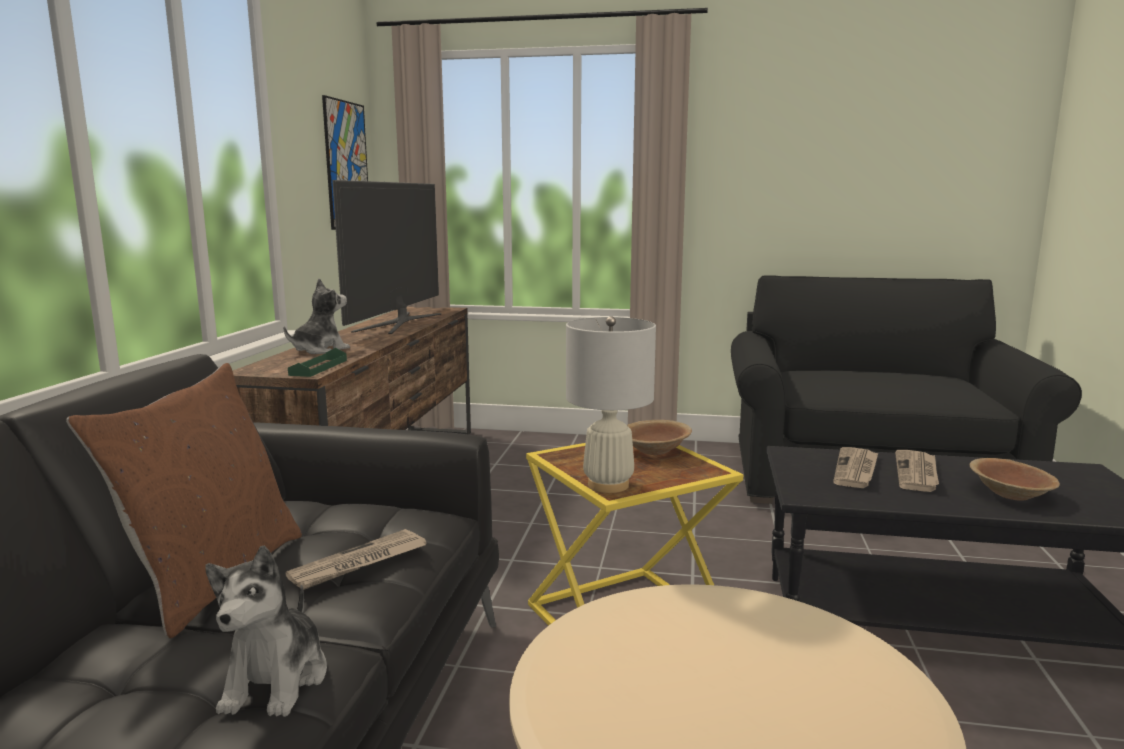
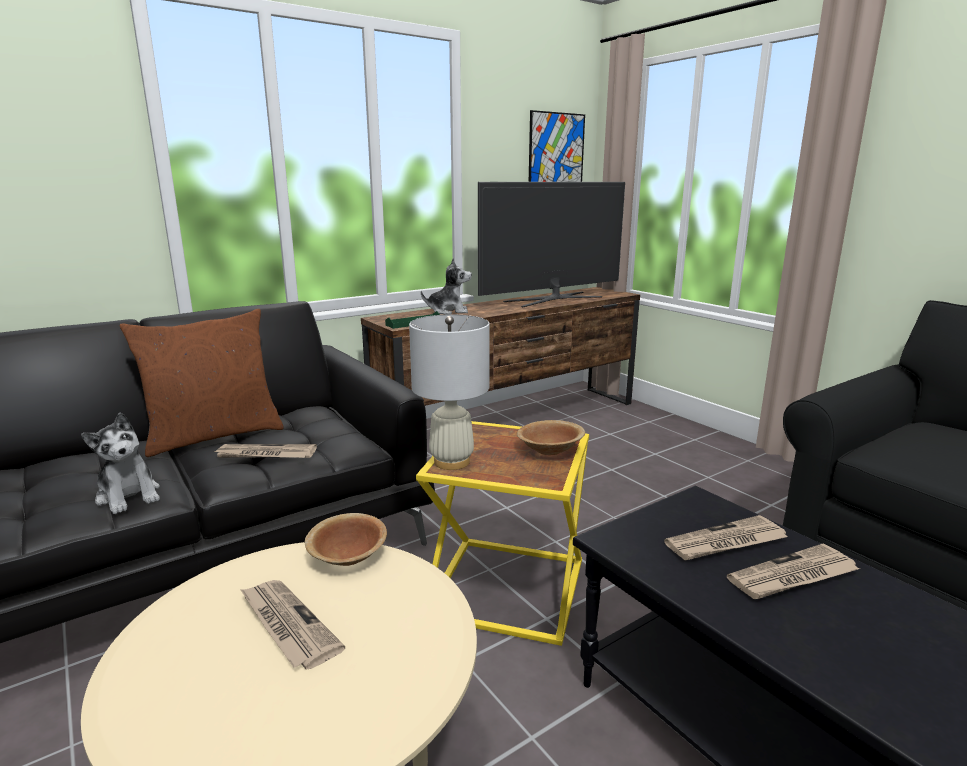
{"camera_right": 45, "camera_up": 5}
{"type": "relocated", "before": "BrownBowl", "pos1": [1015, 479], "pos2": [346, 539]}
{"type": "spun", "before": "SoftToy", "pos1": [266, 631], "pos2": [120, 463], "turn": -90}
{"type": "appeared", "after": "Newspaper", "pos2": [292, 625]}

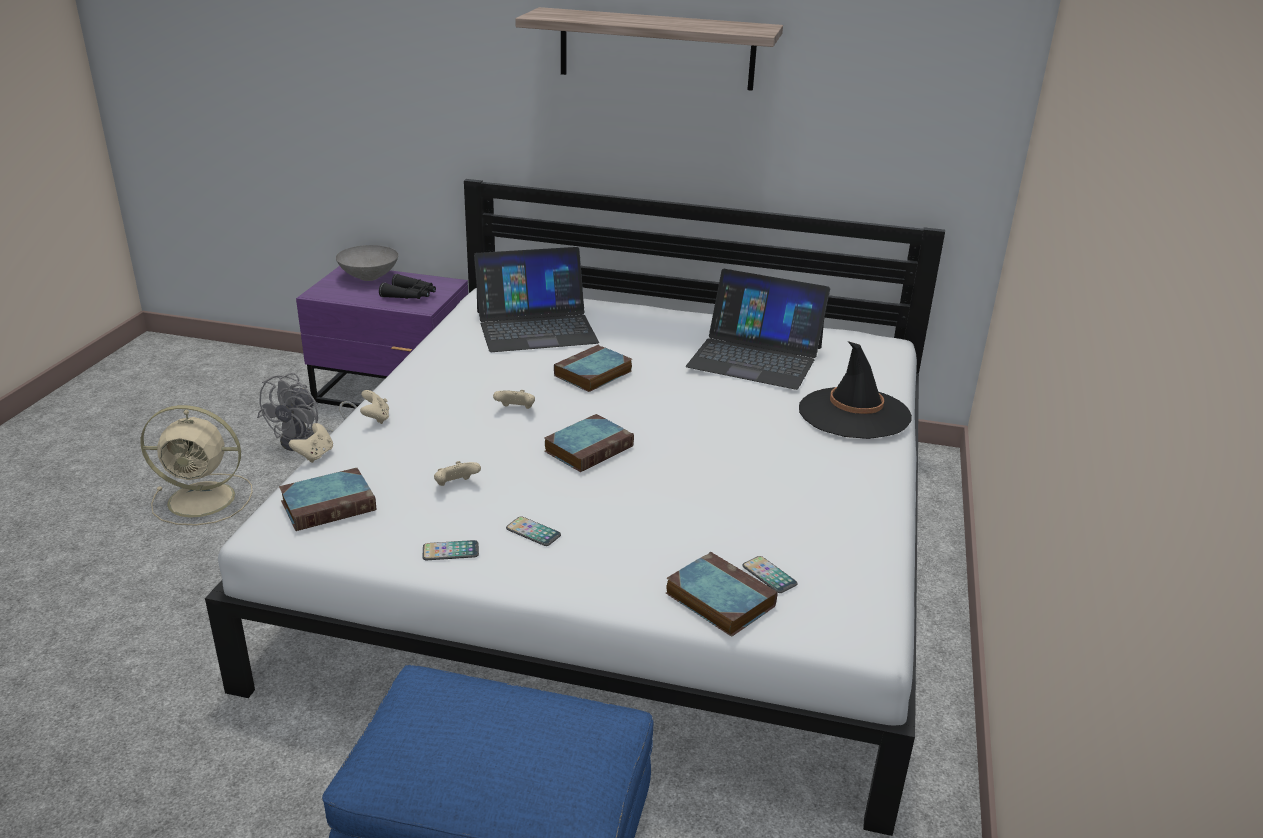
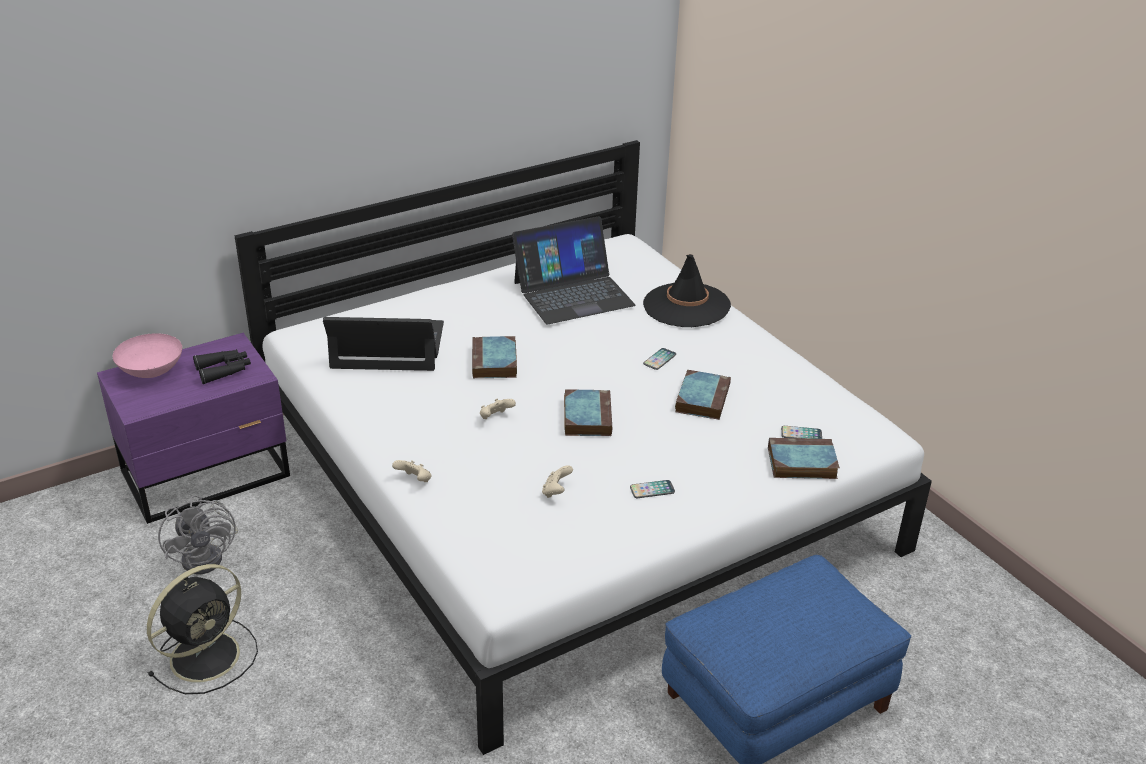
{"camera_right": -45, "camera_up": 5}
{"type": "missing", "before": "WallShelf", "pos1": [649, 49]}
{"type": "colour", "before": "GrayBowl", "after": "PinkColouredBowl", "pos1": [367, 263], "pos2": [147, 355]}
{"type": "spun", "before": "PortableComputer", "pos1": [536, 299], "pos2": [383, 344], "turn": -120}
{"type": "colour", "before": "SandColouredFan", "after": "BlackFan", "pos1": [197, 465], "pos2": [202, 629]}
{"type": "missing", "before": "SandColouredGamepad", "pos1": [311, 443]}
{"type": "relocated", "before": "BoundBook", "pos1": [327, 499], "pos2": [703, 395]}
{"type": "relocated", "before": "Telephone", "pos1": [451, 550], "pos2": [659, 359]}

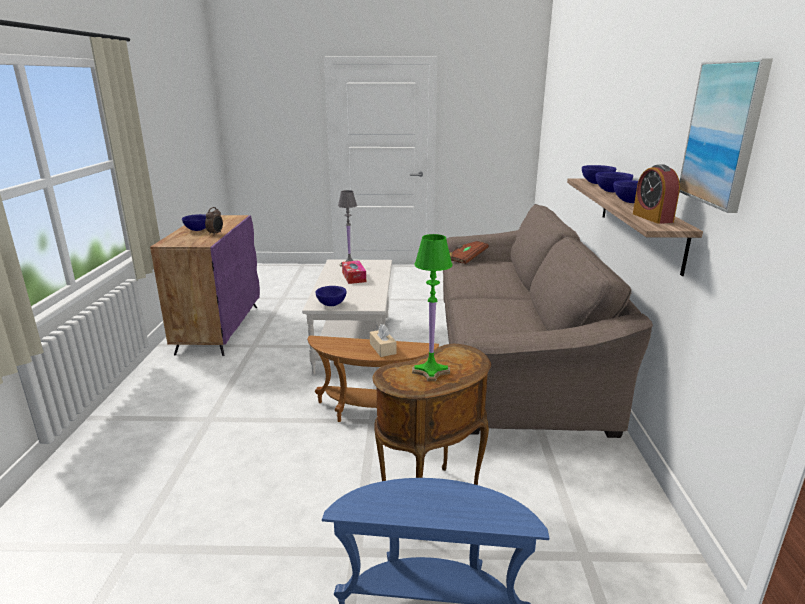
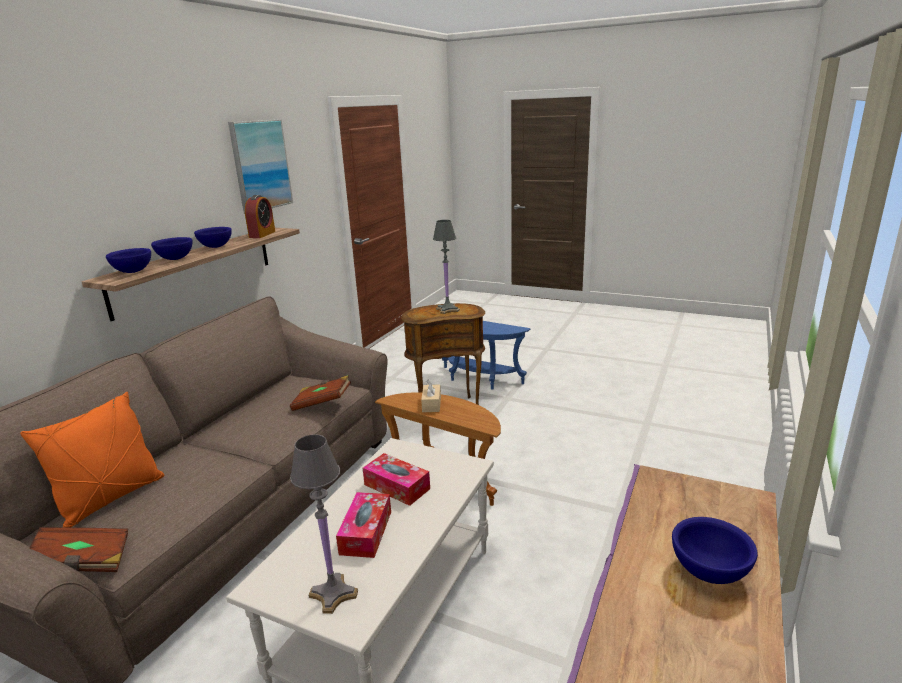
{"camera_right": -155, "camera_up": 0}
{"type": "missing", "before": "TableClock", "pos1": [214, 221]}
{"type": "colour", "before": "GreenColouredTableLamp", "after": "GrayTableLamp", "pos1": [432, 307], "pos2": [446, 267]}
{"type": "missing", "before": "BluishBowl", "pos1": [331, 296]}
{"type": "appeared", "after": "BrownBoundBook", "pos2": [320, 393]}
{"type": "appeared", "after": "OrangeColouredCushion", "pos2": [92, 459]}
{"type": "appeared", "after": "BoxOfTissues", "pos2": [396, 479]}

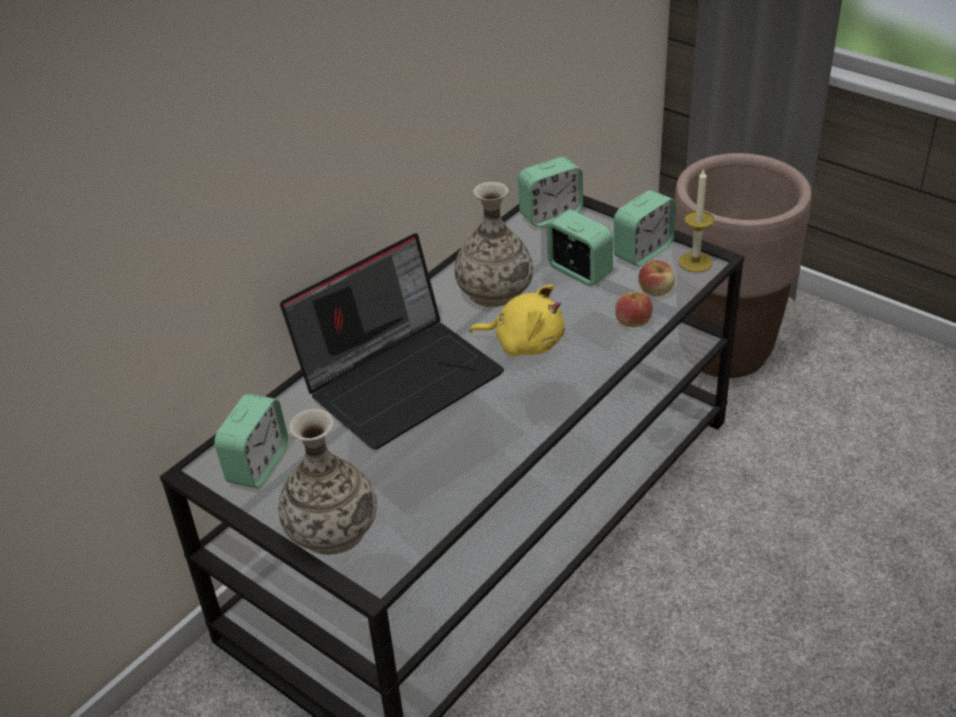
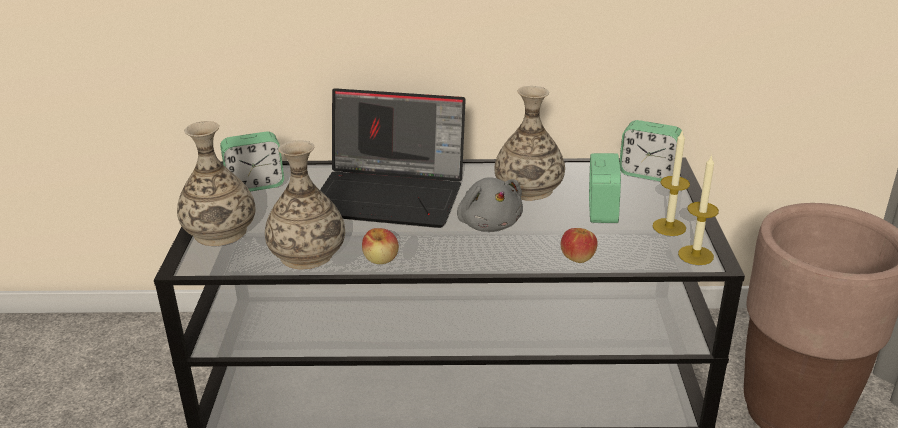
{"camera_right": 50, "camera_up": -10}
{"type": "exchanged", "before": "TableClock", "after": "WaxCandle", "pos1": [644, 228], "pos2": [671, 183]}
{"type": "relocated", "before": "AppleFruit", "pos1": [656, 278], "pos2": [380, 246]}
{"type": "colour", "before": "YellowColouredSoftToy", "after": "GraySoftToy", "pos1": [517, 320], "pos2": [490, 204]}
{"type": "appeared", "after": "DecorativeVase", "pos2": [305, 205]}

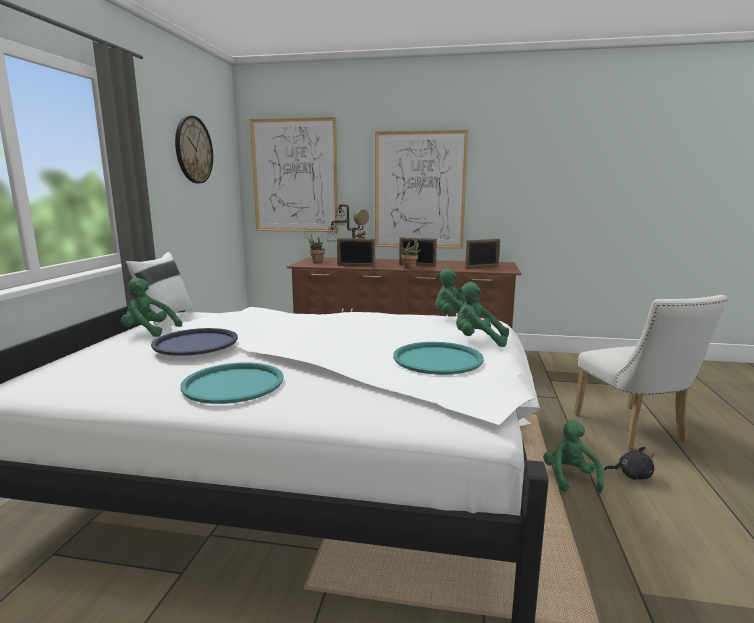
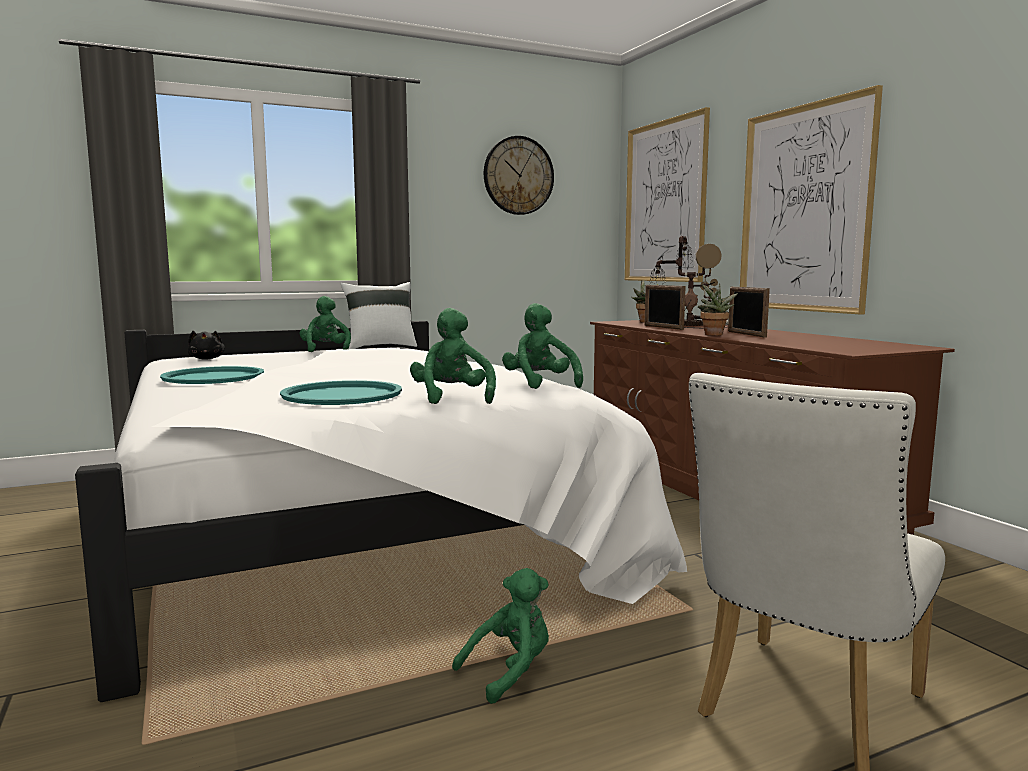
{"camera_right": 55, "camera_up": -5}
{"type": "missing", "before": "PictureFrame", "pos1": [482, 254]}
{"type": "missing", "before": "BluishTray", "pos1": [194, 342]}
{"type": "relocated", "before": "BlackSoftToy", "pos1": [629, 463], "pos2": [206, 345]}

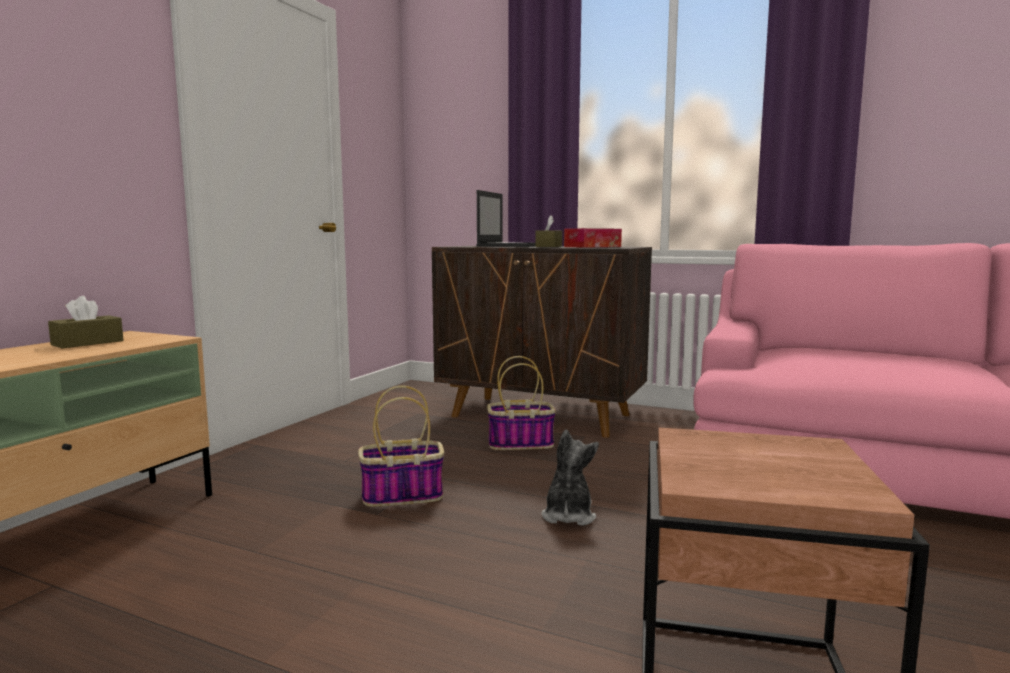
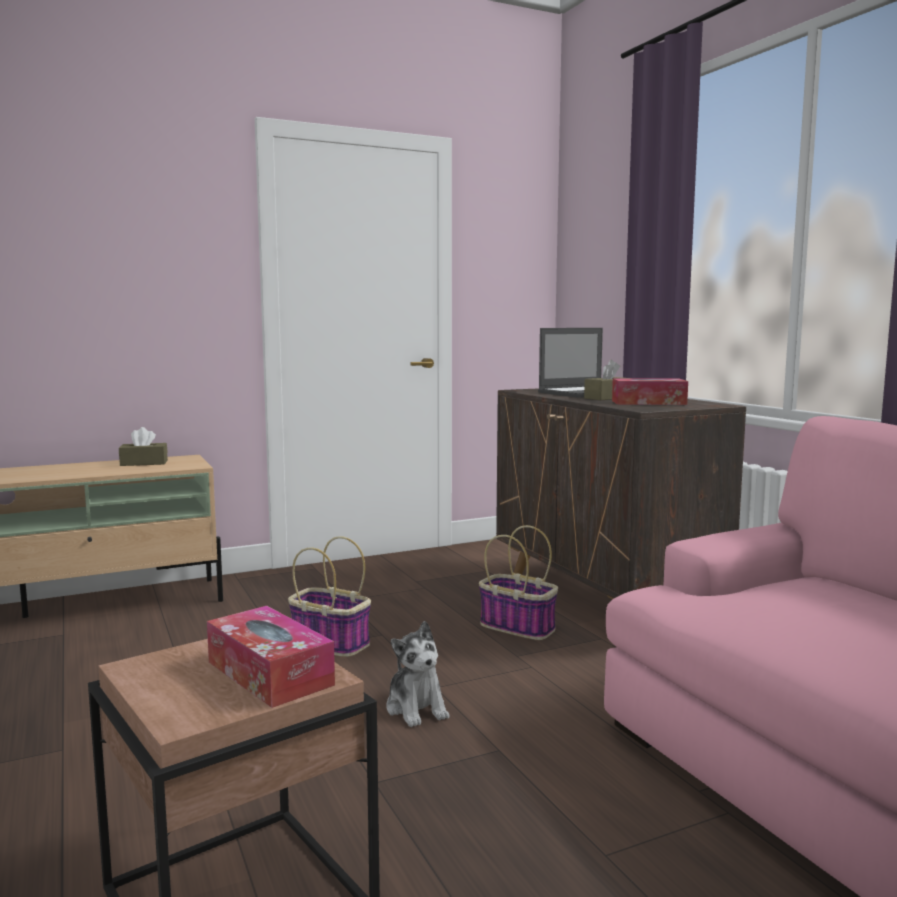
{"camera_right": 40, "camera_up": 0}
{"type": "spun", "before": "SoftToy", "pos1": [570, 477], "pos2": [417, 674], "turn": 105}
{"type": "appeared", "after": "BoxOfTissues", "pos2": [271, 657]}

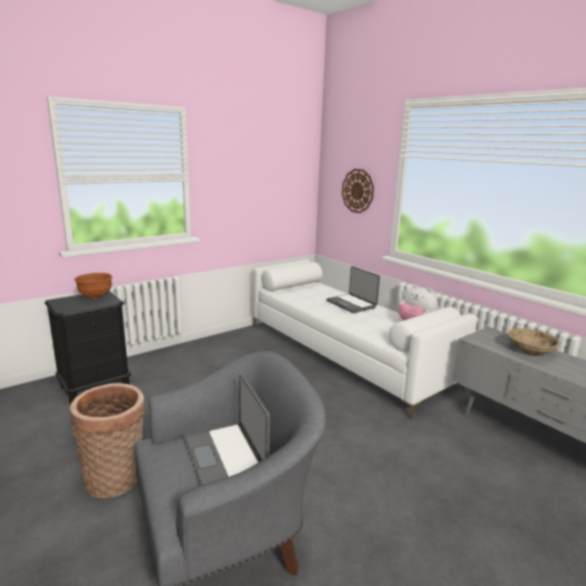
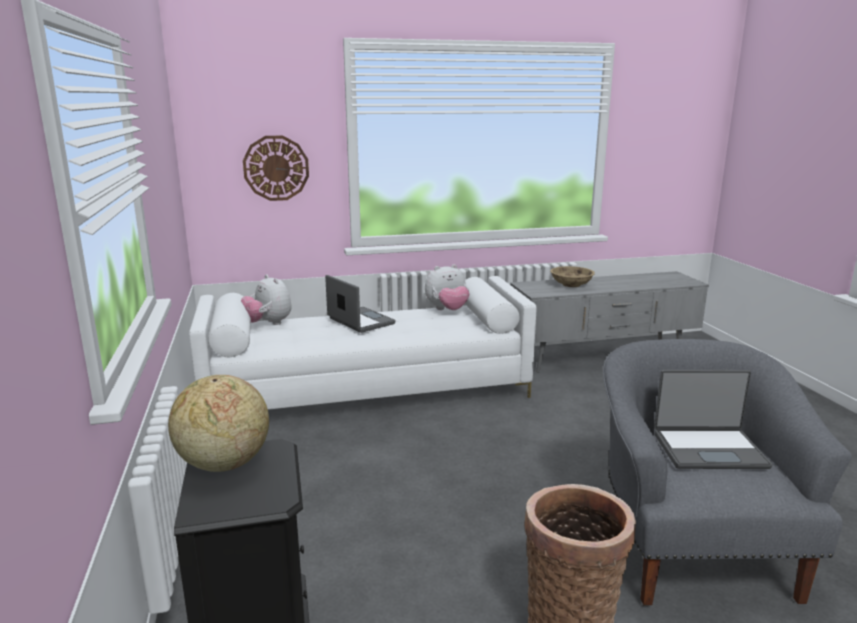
{"camera_right": -65, "camera_up": 0}
{"type": "spun", "before": "PortableComputer", "pos1": [353, 289], "pos2": [360, 304], "turn": -120}
{"type": "exchanged", "before": "BrownBowl", "after": "Globe", "pos1": [93, 286], "pos2": [218, 423]}
{"type": "appeared", "after": "SoftToy", "pos2": [266, 299]}

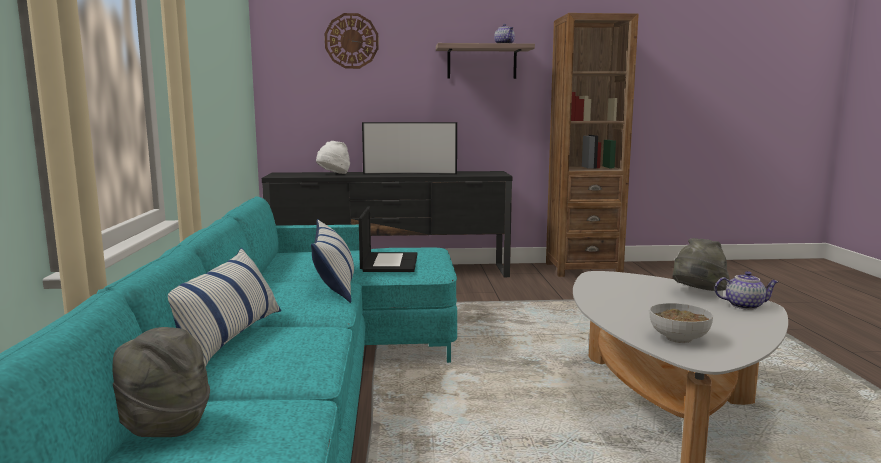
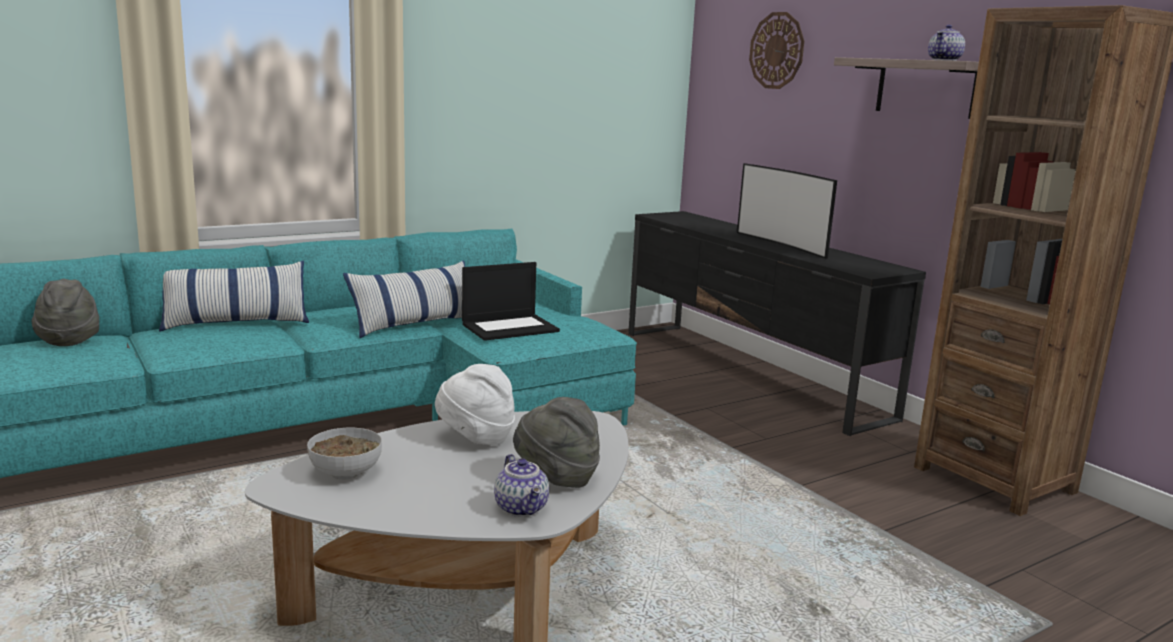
{"camera_right": 60, "camera_up": 5}
{"type": "relocated", "before": "WhitishHat", "pos1": [333, 157], "pos2": [475, 404]}

